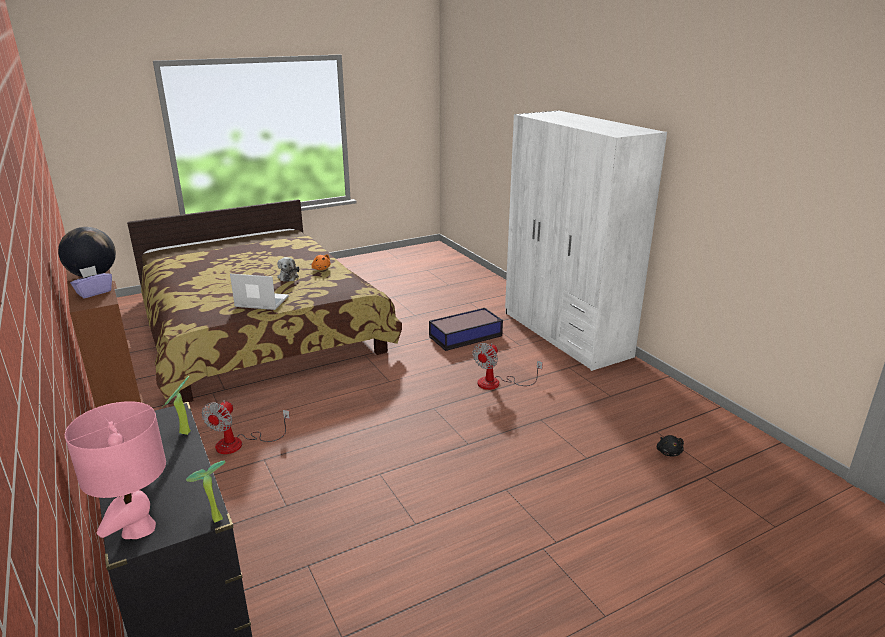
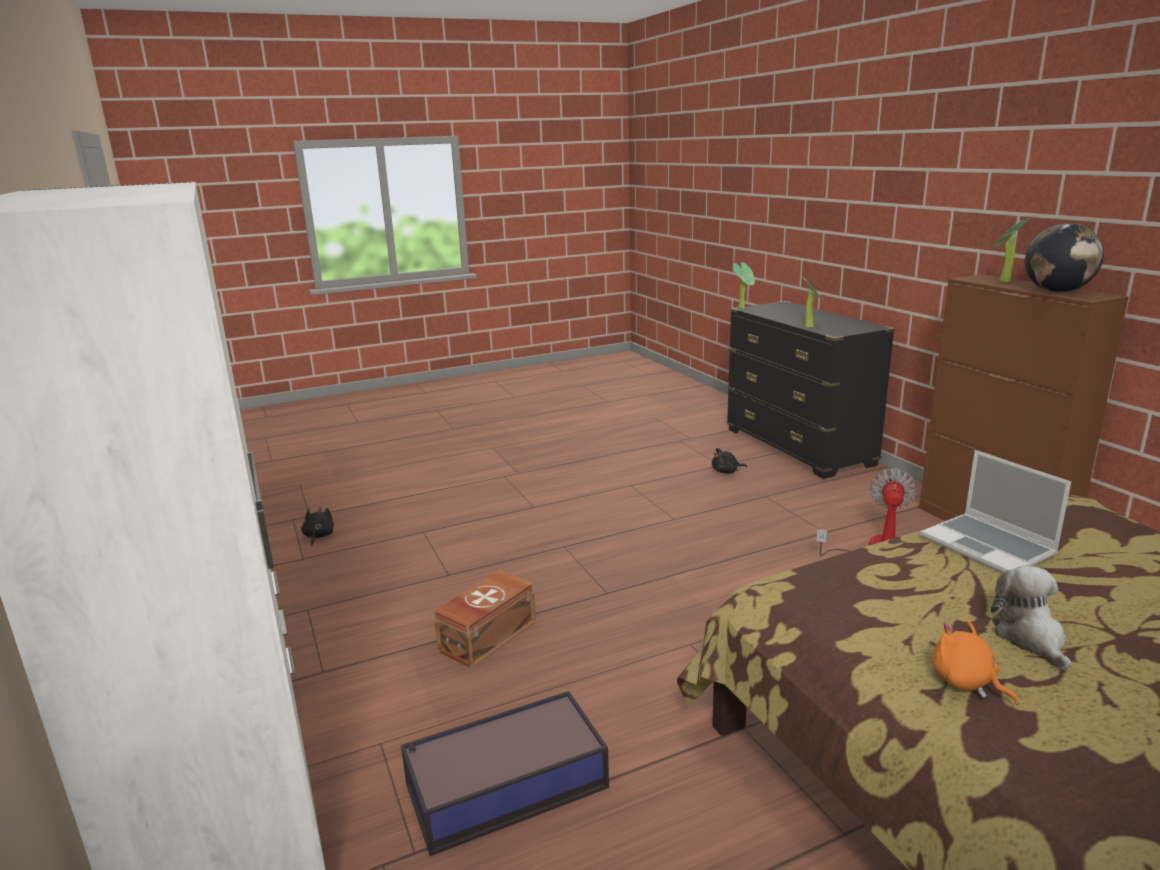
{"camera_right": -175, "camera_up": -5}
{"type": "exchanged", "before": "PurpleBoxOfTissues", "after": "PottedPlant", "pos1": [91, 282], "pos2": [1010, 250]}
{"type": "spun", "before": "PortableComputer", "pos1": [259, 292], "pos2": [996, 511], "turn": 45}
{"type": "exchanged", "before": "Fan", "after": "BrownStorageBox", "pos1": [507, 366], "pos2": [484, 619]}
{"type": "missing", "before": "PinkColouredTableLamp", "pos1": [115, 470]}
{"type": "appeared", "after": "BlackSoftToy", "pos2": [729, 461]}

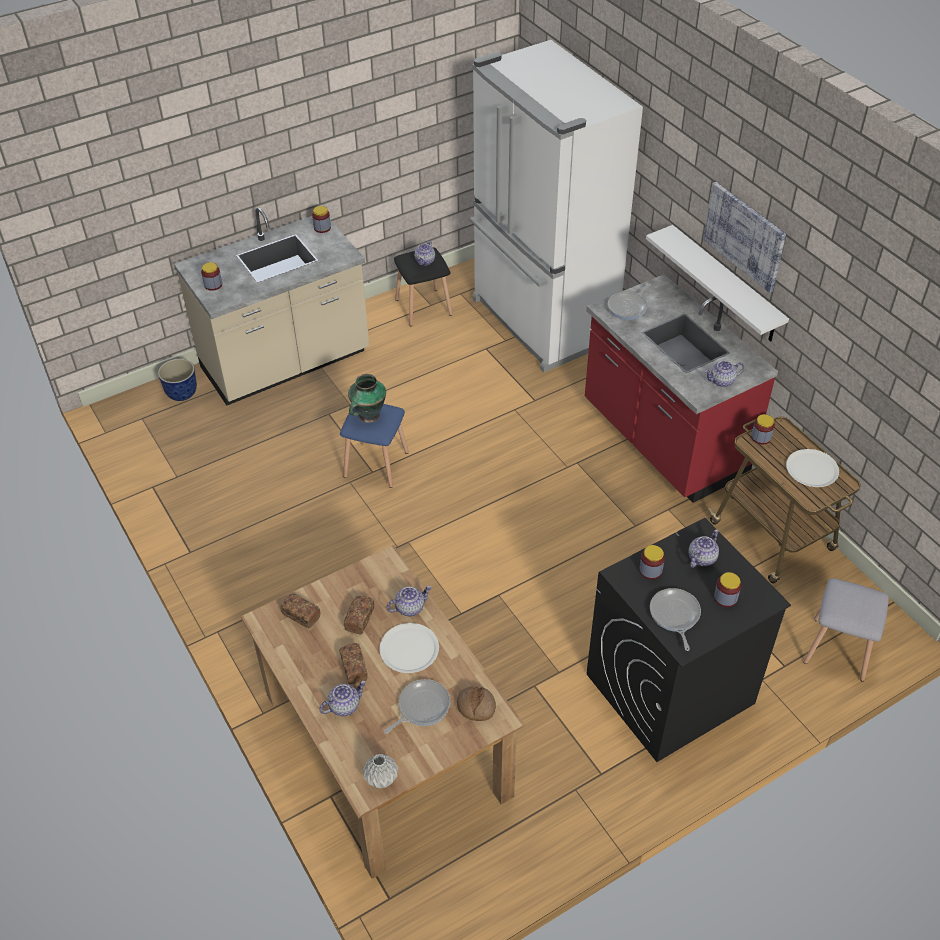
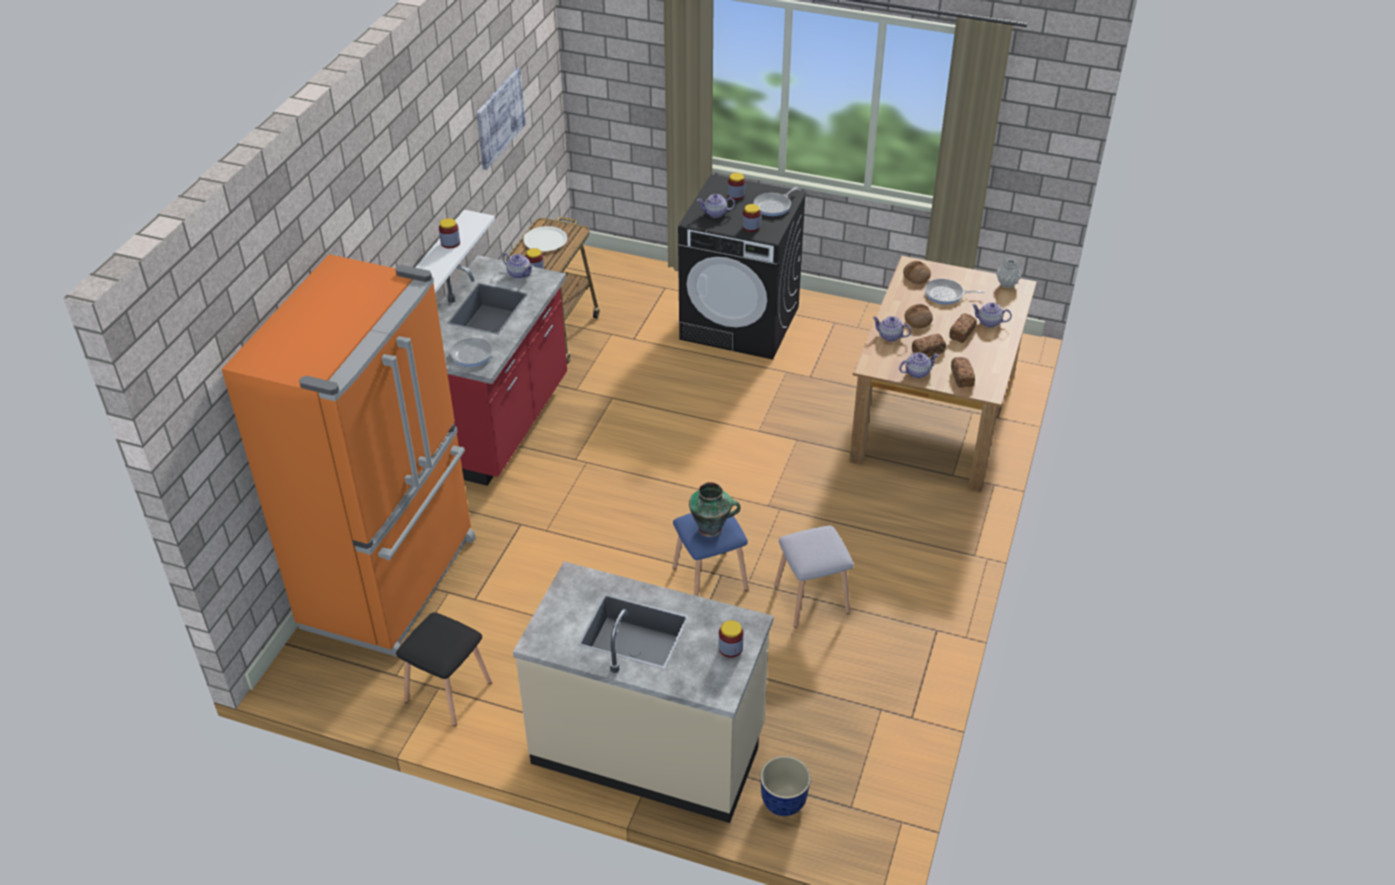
{"camera_right": -130, "camera_up": -5}
{"type": "colour", "before": "WhitishKitchenFridge", "after": "OrangeColouredKitchenFridge", "pos1": [556, 206], "pos2": [349, 455]}
{"type": "relocated", "before": "WallArt", "pos1": [744, 237], "pos2": [501, 119]}
{"type": "relocated", "before": "Jar", "pos1": [321, 219], "pos2": [449, 233]}
{"type": "relocated", "before": "TeaPot", "pos1": [424, 252], "pos2": [918, 365]}
{"type": "relocated", "before": "GraySittingStool", "pos1": [846, 630], "pos2": [814, 576]}
{"type": "exchanged", "before": "WhitishDinnerPlate", "after": "BakeryBread", "pos1": [409, 648], "pos2": [918, 316]}

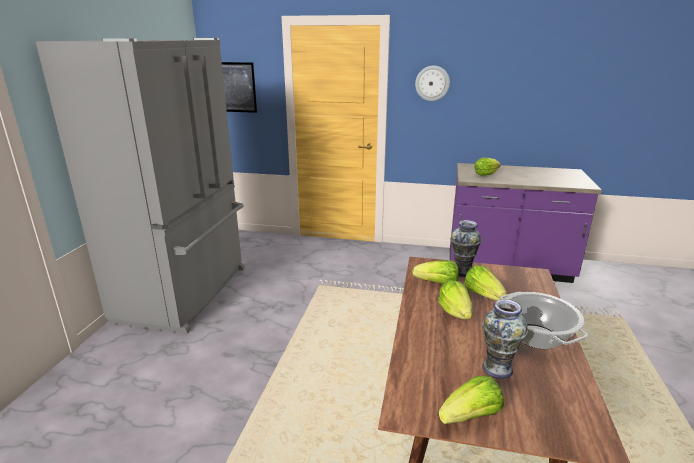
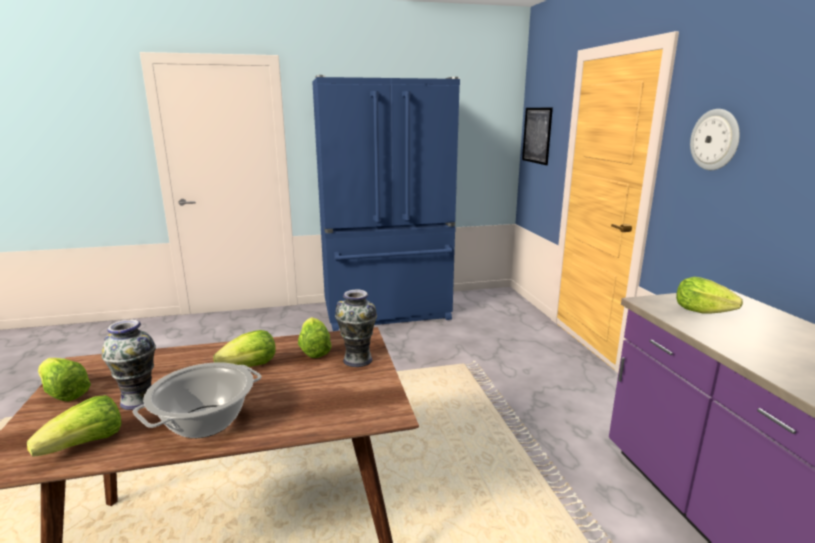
{"camera_right": 65, "camera_up": -5}
{"type": "colour", "before": "GrayKitchenFridge", "after": "BluishKitchenFridge", "pos1": [140, 186], "pos2": [386, 203]}
{"type": "relocated", "before": "Lettuce", "pos1": [485, 283], "pos2": [74, 426]}

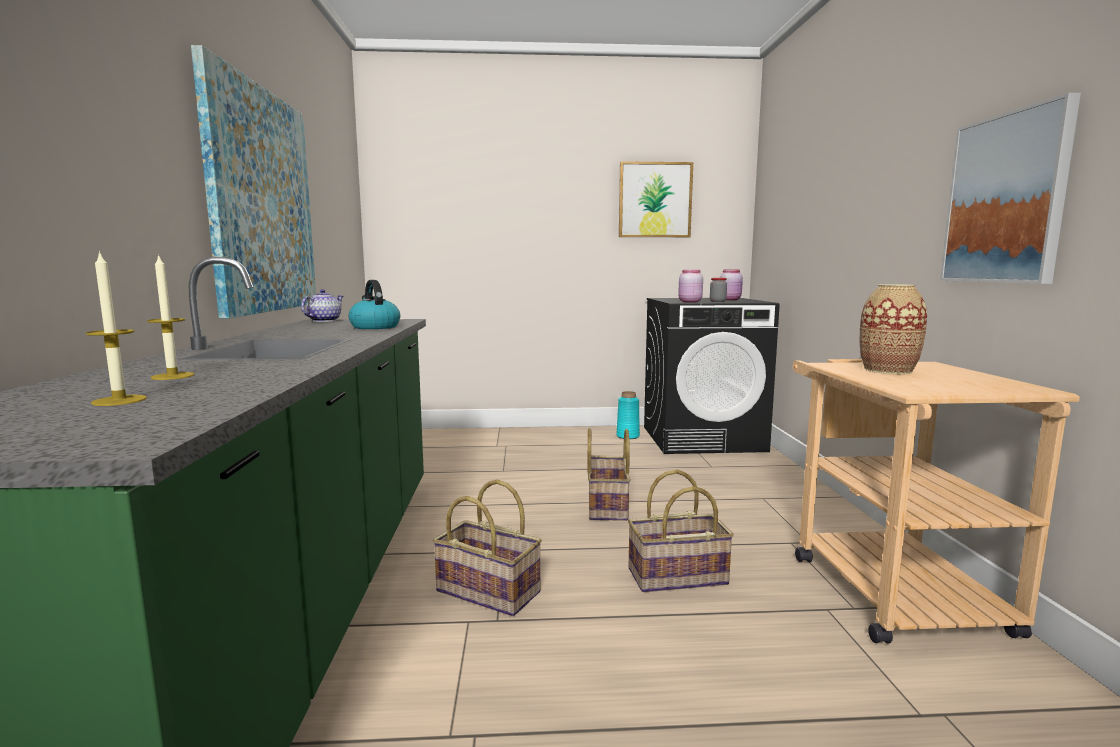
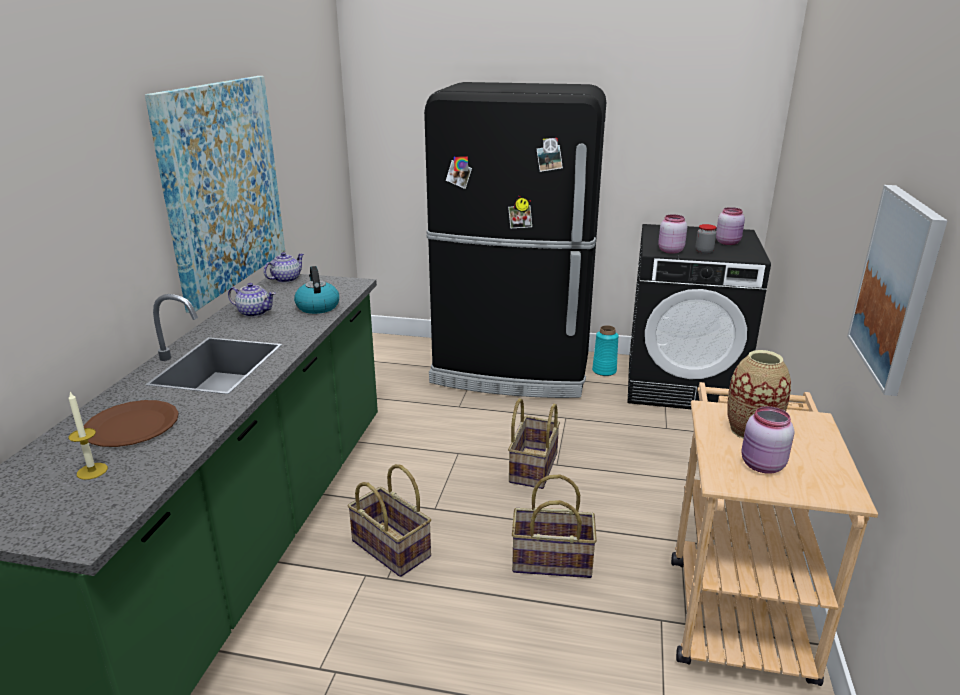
{"camera_right": 15, "camera_up": 15}
{"type": "missing", "before": "WallArt", "pos1": [656, 199]}
{"type": "exchanged", "before": "WaxCandle", "after": "BrownDinnerPlate", "pos1": [171, 317], "pos2": [131, 423]}
{"type": "appeared", "after": "BlackKitchenFridge", "pos2": [515, 240]}
{"type": "appeared", "after": "TeaPot", "pos2": [252, 300]}
{"type": "appeared", "after": "PinkColouredJar", "pos2": [767, 440]}

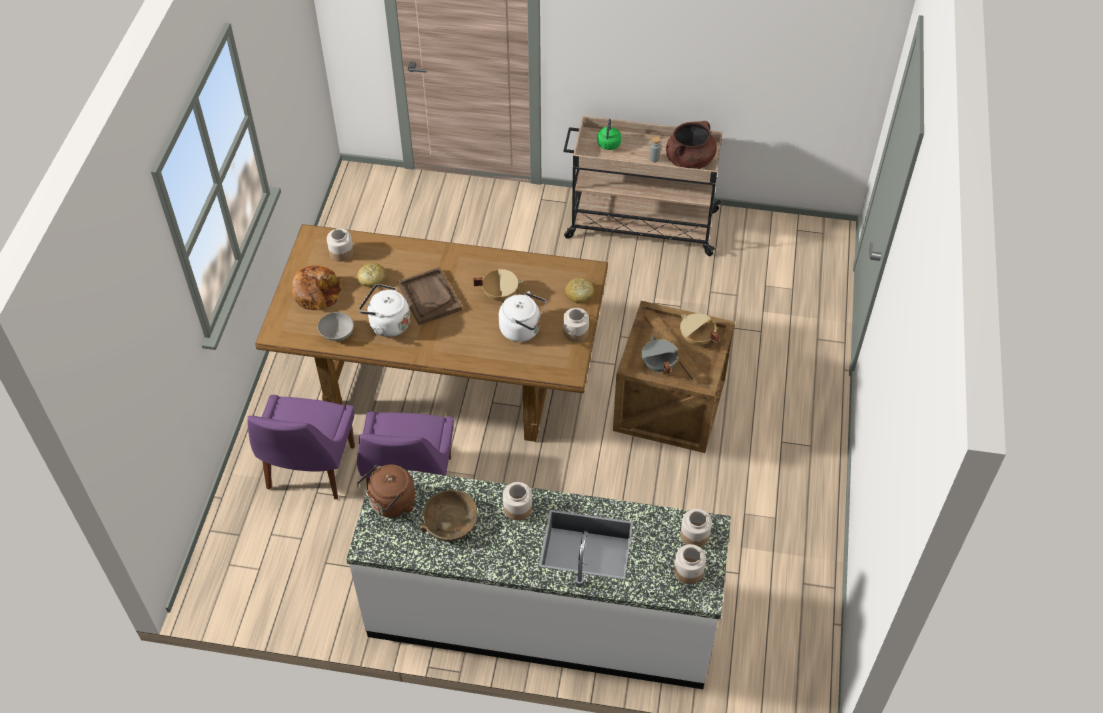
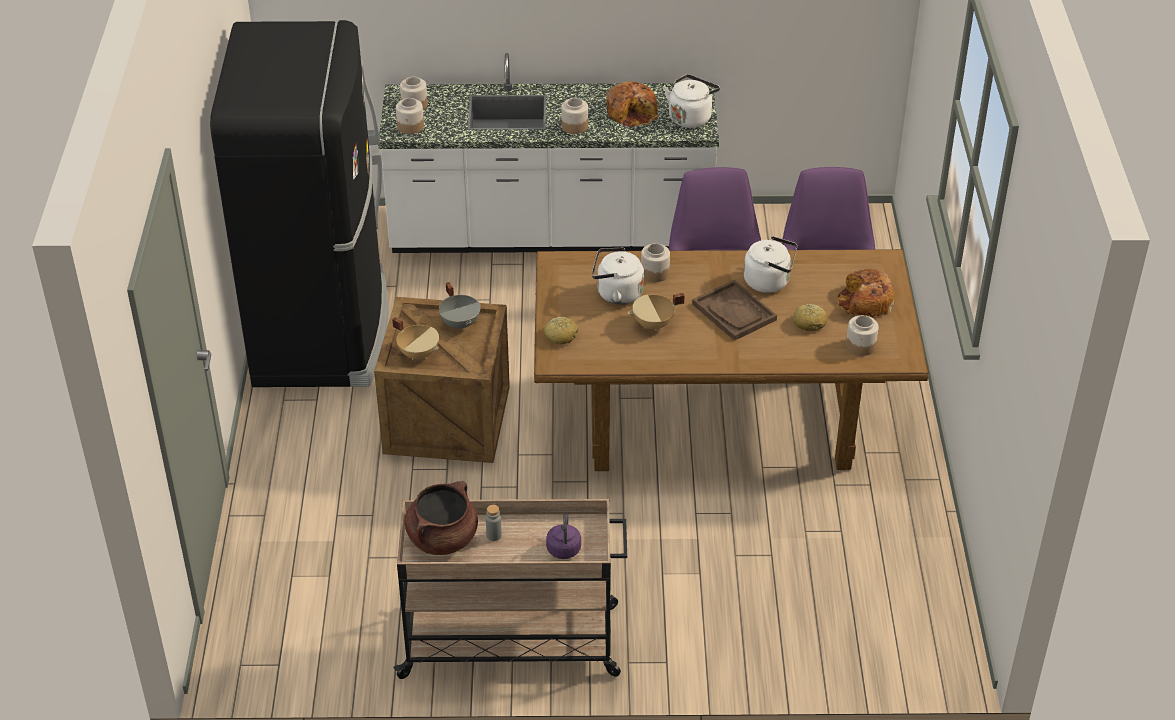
{"camera_right": 170, "camera_up": -10}
{"type": "colour", "before": "GreenColouredKettle", "after": "PurpleKettle", "pos1": [609, 134], "pos2": [563, 536]}
{"type": "relocated", "before": "Jar", "pos1": [576, 325], "pos2": [655, 262]}
{"type": "missing", "before": "GrayBowl", "pos1": [336, 326]}
{"type": "colour", "before": "BrownKettle", "after": "WhitishKettle", "pos1": [386, 491], "pos2": [692, 101]}
{"type": "exchanged", "before": "BrownBowl", "after": "BakeryBread", "pos1": [449, 516], "pos2": [633, 104]}
{"type": "appeared", "after": "BlackKitchenFridge", "pos2": [299, 203]}

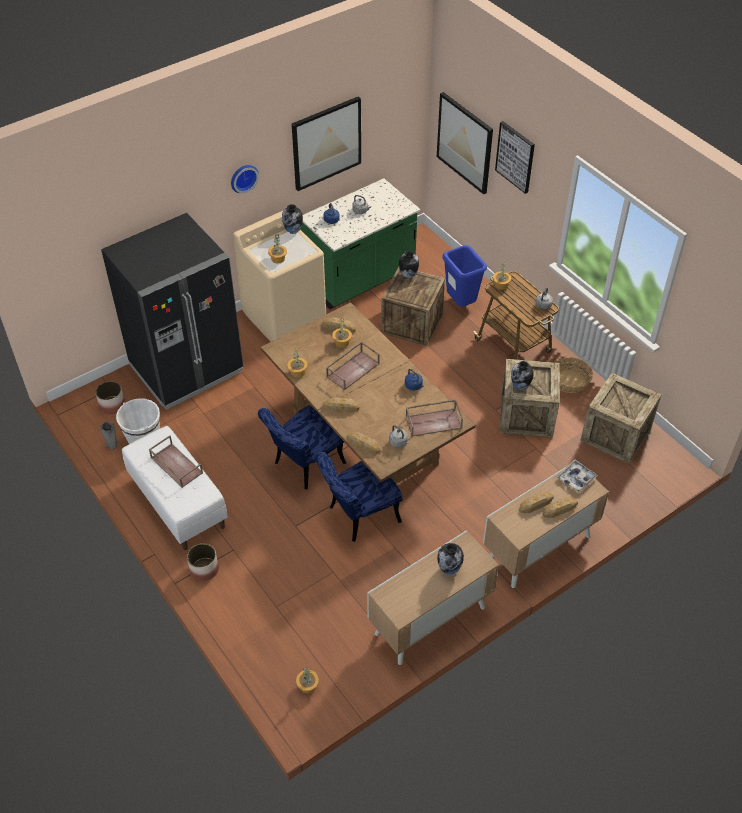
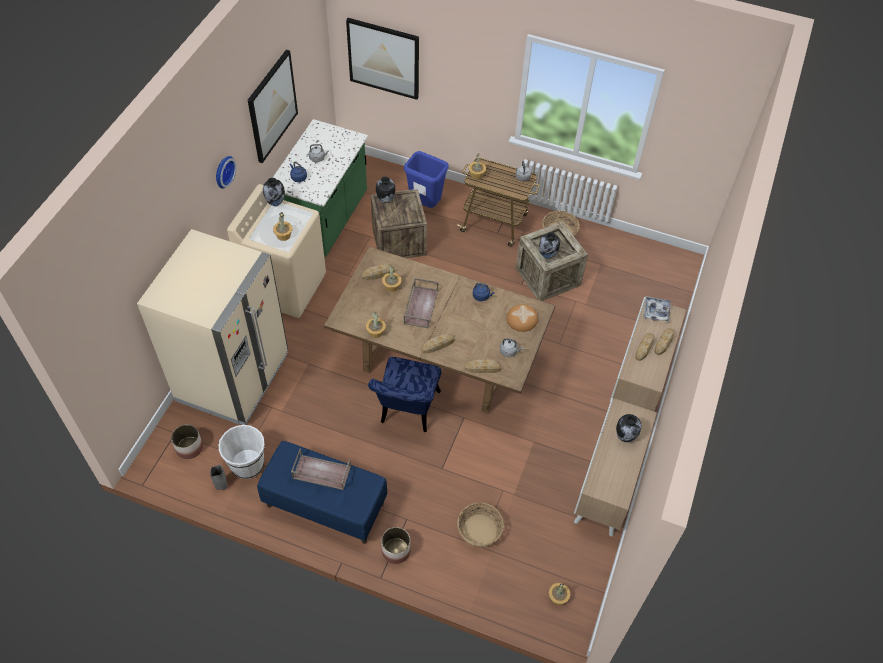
{"camera_right": -35, "camera_up": 5}
{"type": "missing", "before": "WallArt", "pos1": [515, 157]}
{"type": "colour", "before": "BlackKitchenFridge", "after": "SandColouredKitchenFridge", "pos1": [172, 311], "pos2": [212, 327]}
{"type": "missing", "before": "ShippingCrate", "pos1": [621, 418]}
{"type": "exchanged", "before": "BrownTray", "after": "BakeryBread", "pos1": [434, 418], "pos2": [522, 318]}
{"type": "colour", "before": "WhitishLongSeat", "after": "BluishLongSeat", "pos1": [175, 488], "pos2": [322, 492]}
{"type": "missing", "before": "BluishChair", "pos1": [359, 497]}
{"type": "appeared", "after": "Basket", "pos2": [480, 524]}

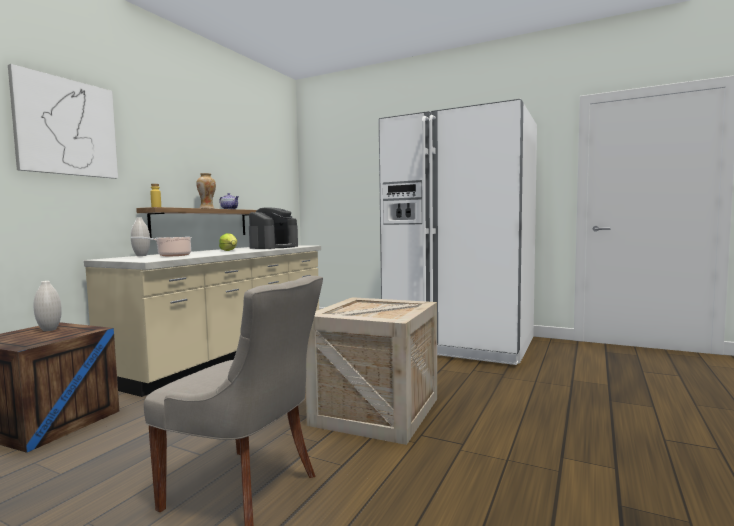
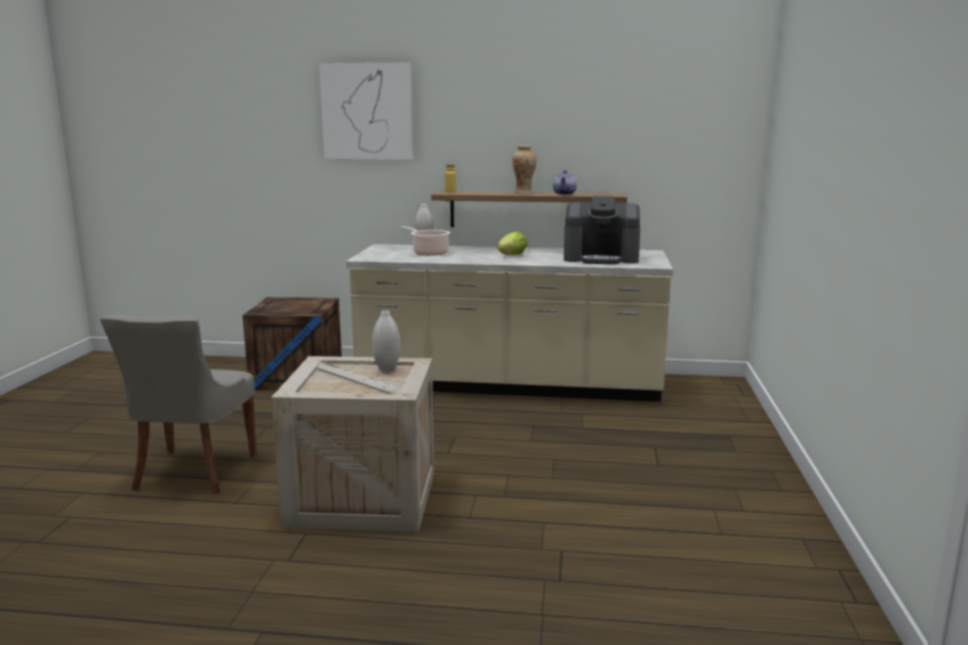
{"camera_right": 70, "camera_up": 10}
{"type": "missing", "before": "WhitishKitchenFridge", "pos1": [458, 232]}
{"type": "relocated", "before": "WhitishDecorativeVase", "pos1": [48, 306], "pos2": [386, 341]}

